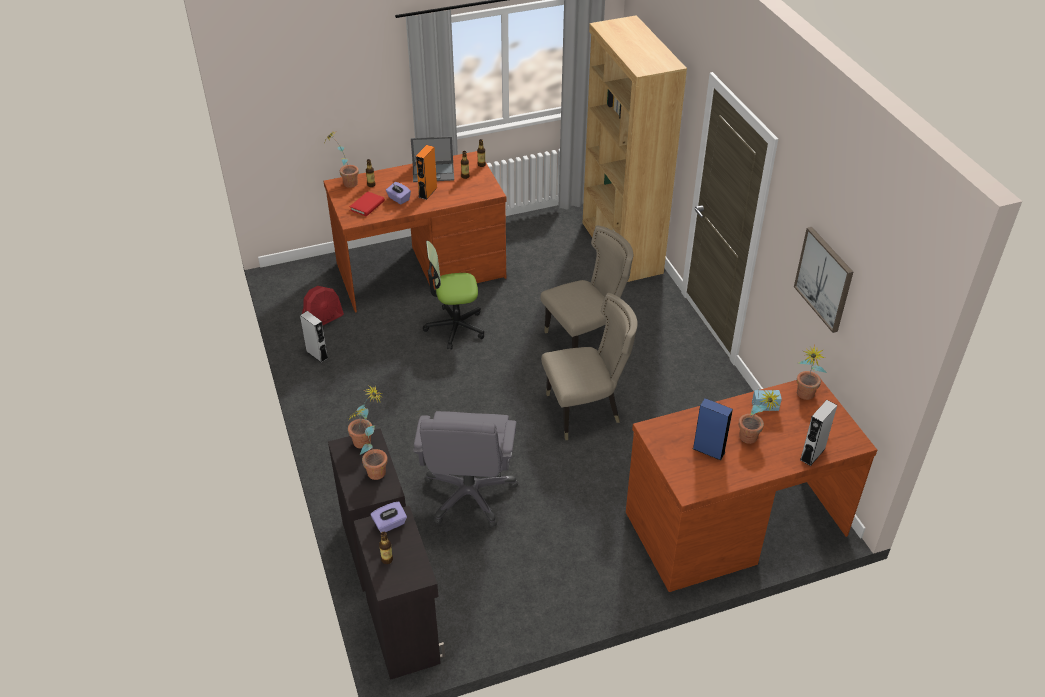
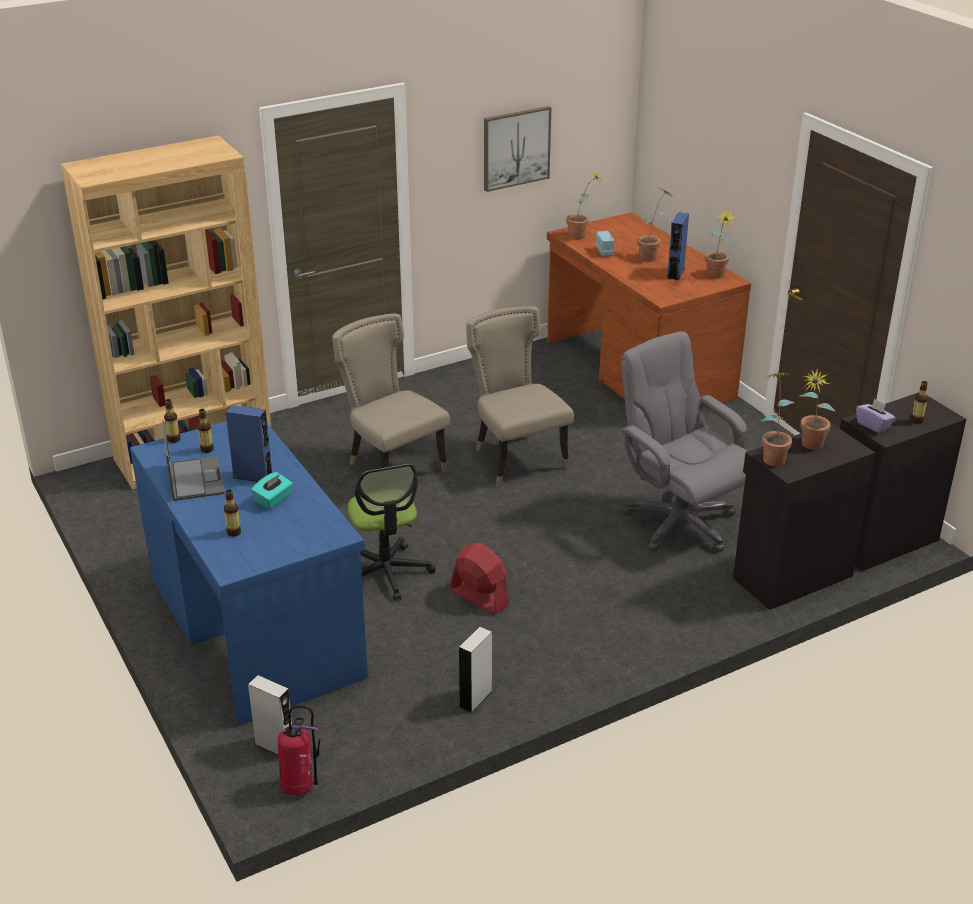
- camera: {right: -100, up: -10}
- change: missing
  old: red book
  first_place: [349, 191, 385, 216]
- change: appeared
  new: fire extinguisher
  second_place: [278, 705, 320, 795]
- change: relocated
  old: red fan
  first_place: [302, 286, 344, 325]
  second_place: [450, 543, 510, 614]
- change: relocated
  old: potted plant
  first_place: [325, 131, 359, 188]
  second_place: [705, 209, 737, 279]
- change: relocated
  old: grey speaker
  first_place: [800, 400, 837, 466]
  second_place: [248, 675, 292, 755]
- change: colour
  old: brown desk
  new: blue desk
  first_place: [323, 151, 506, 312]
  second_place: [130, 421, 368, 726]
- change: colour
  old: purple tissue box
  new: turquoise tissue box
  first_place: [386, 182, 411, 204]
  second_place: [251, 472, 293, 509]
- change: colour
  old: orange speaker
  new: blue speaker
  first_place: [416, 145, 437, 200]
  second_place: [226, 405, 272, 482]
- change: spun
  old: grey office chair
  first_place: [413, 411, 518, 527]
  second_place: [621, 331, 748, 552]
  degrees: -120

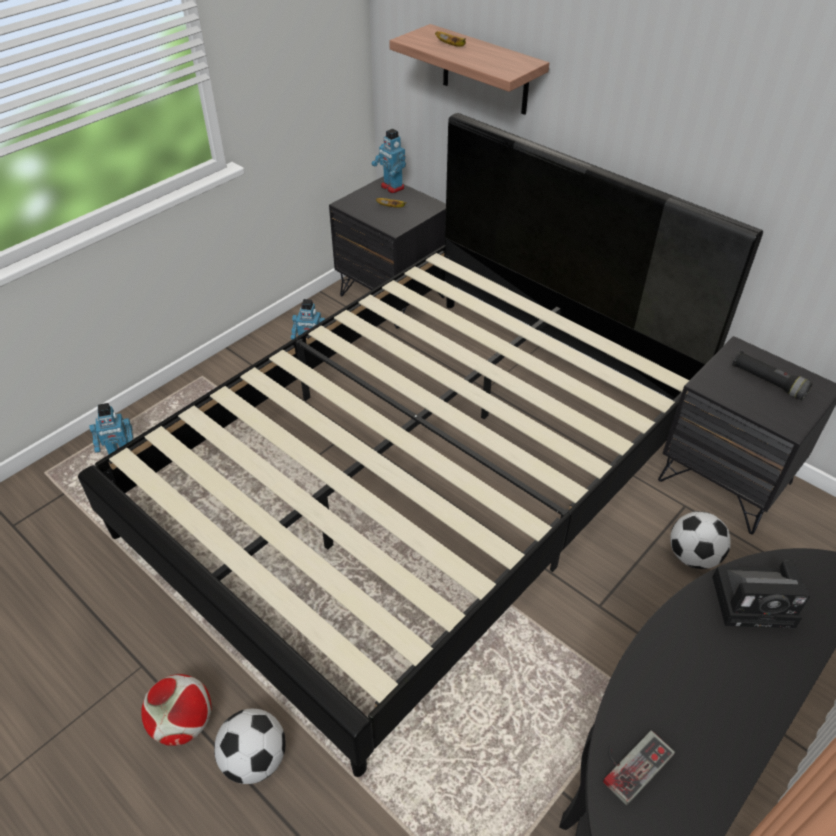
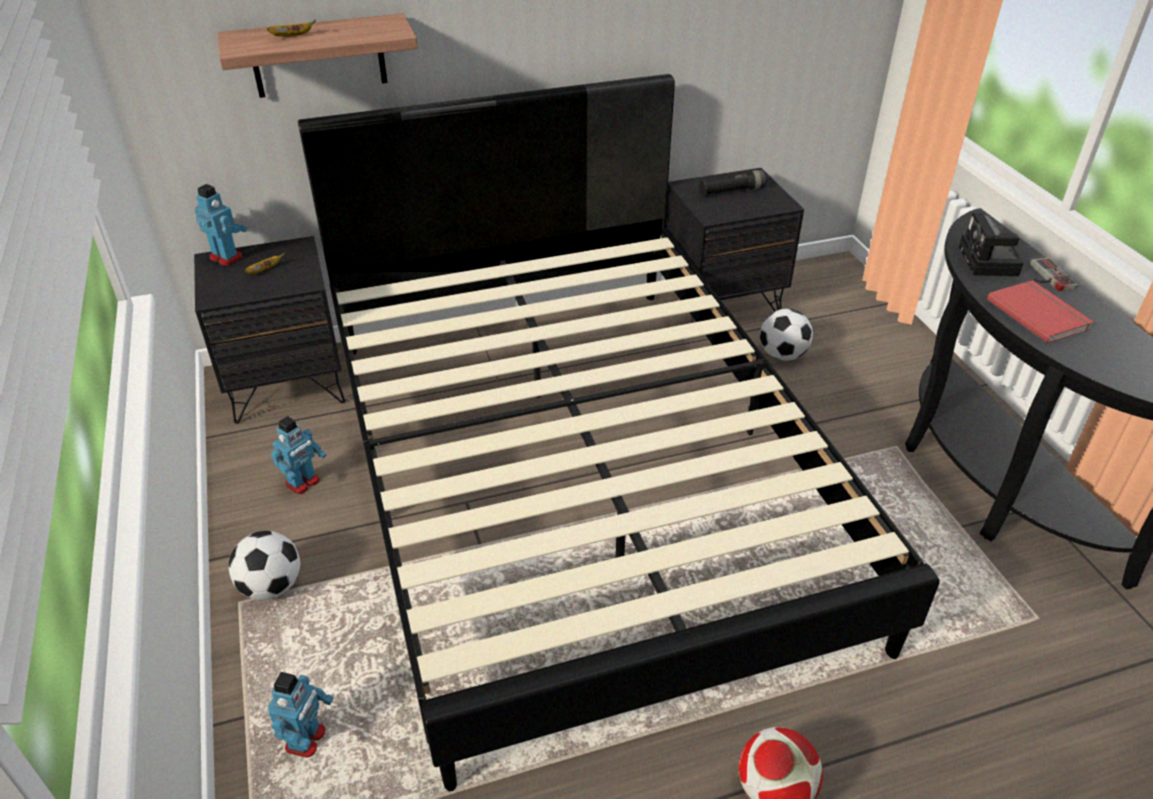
- camera: {right: -60, up: -5}
- change: appeared
  new: red book
  second_place: [987, 280, 1094, 343]
- change: relocated
  old: football
  first_place: [214, 709, 285, 784]
  second_place: [228, 531, 300, 600]
- change: relocated
  old: game controller
  first_place: [603, 731, 675, 805]
  second_place: [1030, 258, 1078, 291]
- change: spun
  old: toy robot
  first_place: [372, 129, 406, 193]
  second_place: [194, 184, 247, 266]
  degrees: -135
- change: spun
  old: photo camera
  first_place: [712, 560, 810, 628]
  second_place: [959, 213, 1023, 276]
  degrees: 150

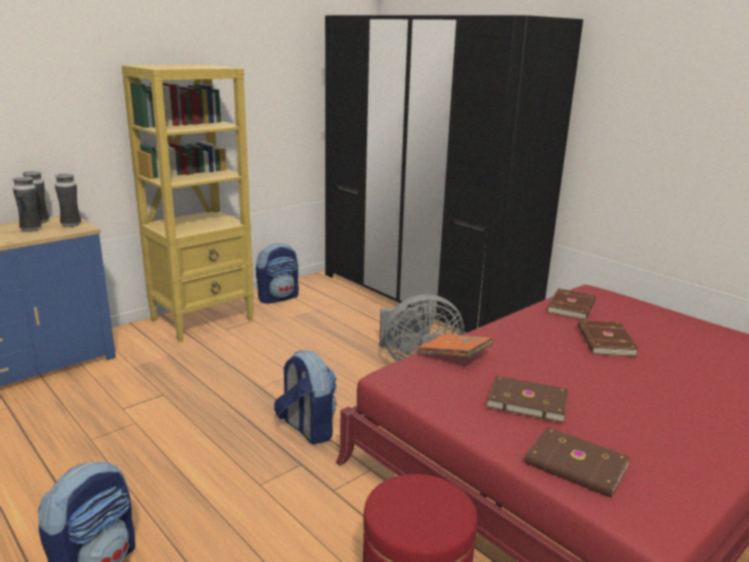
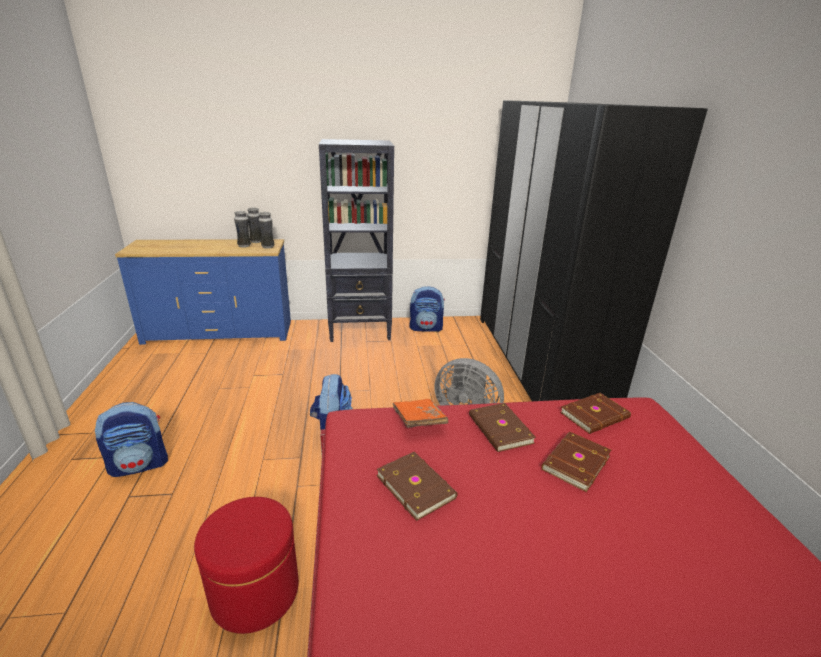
- camera: {right: 35, up: 5}
- change: relocated
  old: brown book
  first_place: [525, 427, 630, 498]
  second_place: [469, 403, 536, 452]
- change: colour
  old: yellow bookcase
  new: black bookcase
  first_place: [121, 65, 254, 342]
  second_place: [319, 139, 394, 342]

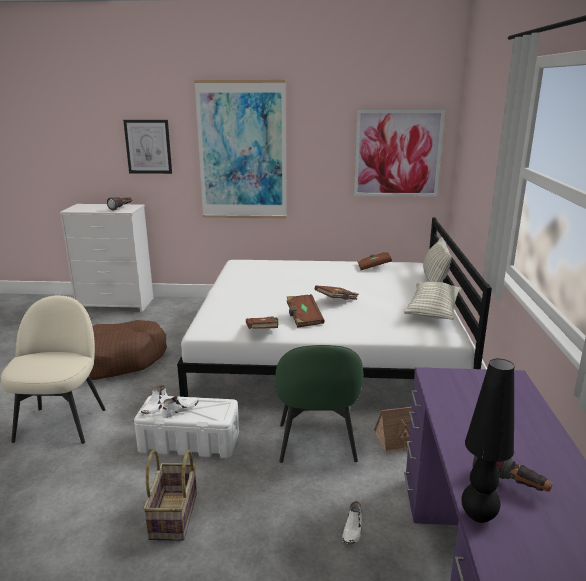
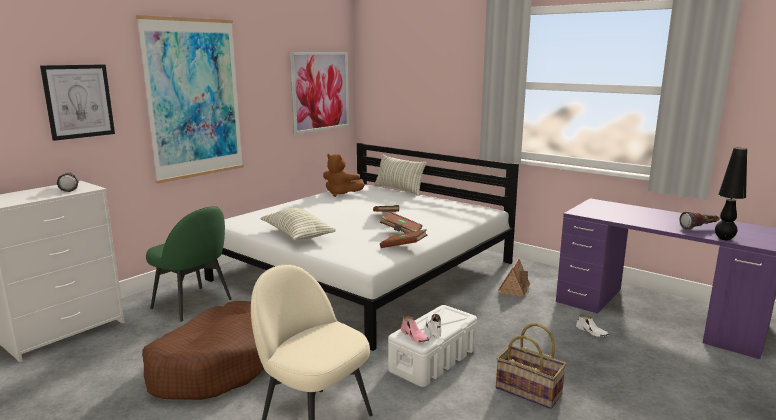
- camera: {right: -55, up: -5}
- change: relocated
  old: green chair
  first_place: [275, 345, 363, 463]
  second_place: [146, 206, 232, 322]
- change: relocated
  old: pillow
  first_place: [404, 282, 461, 320]
  second_place: [261, 208, 336, 240]
- change: exchanged
  old: brown book
  new: brown plush toy
  first_place: [357, 251, 392, 270]
  second_place: [323, 154, 364, 197]
- change: colour
  old: white shoe
  new: pink shoe
  first_place: [141, 386, 168, 414]
  second_place: [401, 316, 429, 343]

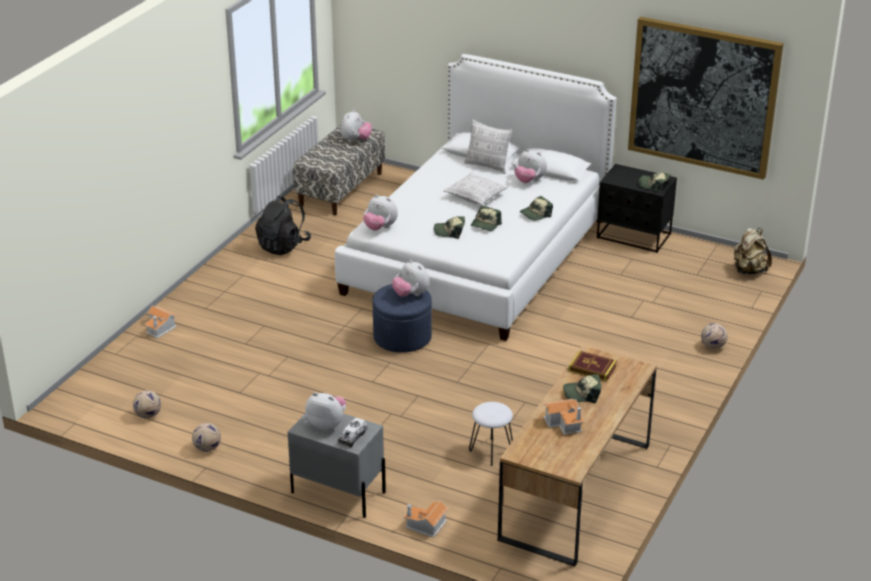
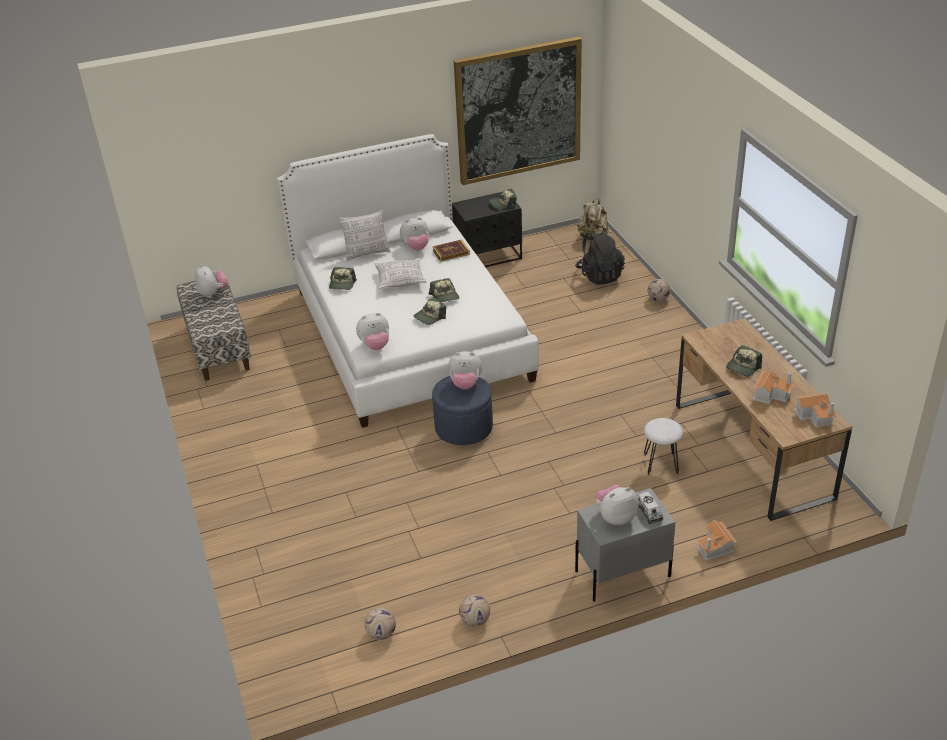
- camera: {right: -45, up: 5}
- change: relocated
  old: toy house
  first_place: [144, 305, 177, 338]
  second_place: [794, 393, 837, 428]
- change: relocated
  old: black backpack
  first_place: [255, 195, 311, 255]
  second_place: [575, 229, 625, 285]
- change: relocated
  old: cap
  first_place: [520, 196, 553, 221]
  second_place: [329, 267, 357, 290]
- change: relocated
  old: book
  first_place: [568, 351, 617, 381]
  second_place: [433, 240, 470, 262]

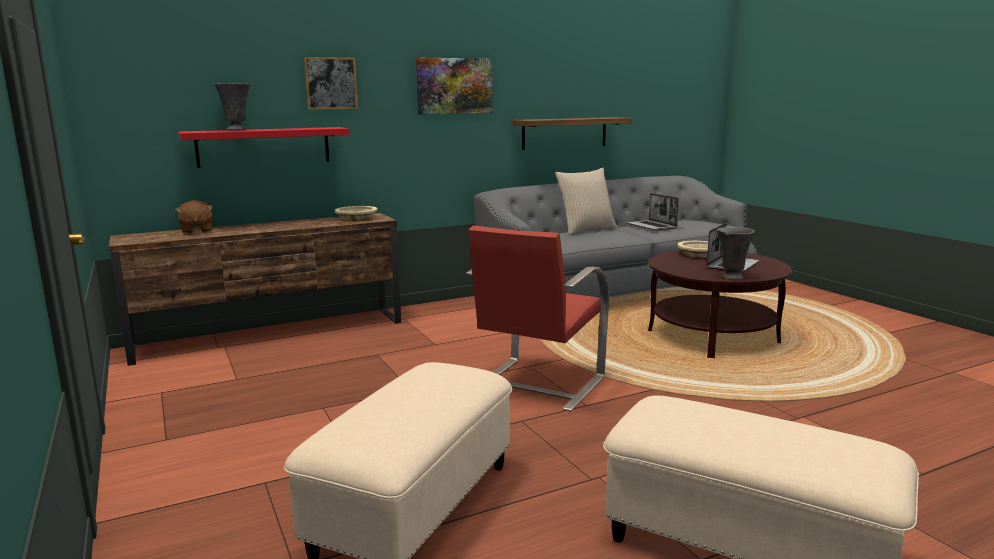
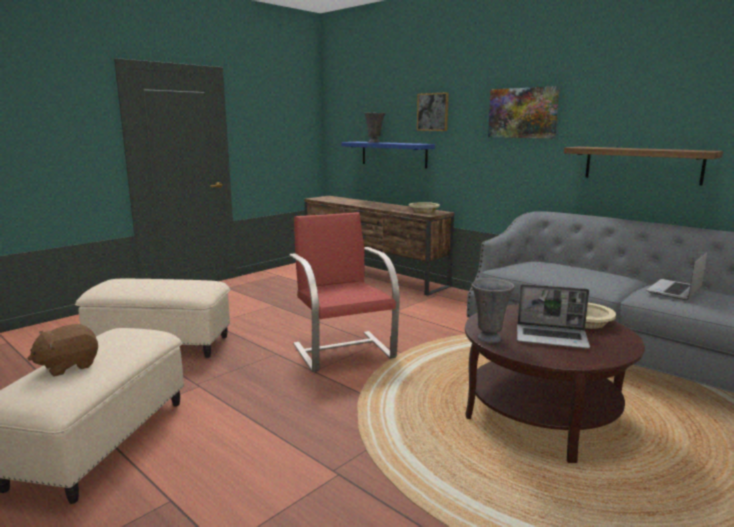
- camera: {right: 70, up: 0}
- change: missing
  old: beige pillow
  first_place: [555, 168, 617, 235]
- change: relocated
  old: brown plush toy
  first_place: [175, 200, 213, 234]
  second_place: [27, 324, 98, 377]
- change: colour
  old: red shelf
  new: blue shelf
  first_place: [178, 127, 349, 168]
  second_place: [341, 142, 435, 168]
- change: spun
  old: red armchair
  first_place: [466, 225, 609, 412]
  second_place: [289, 212, 400, 372]
  degrees: 60

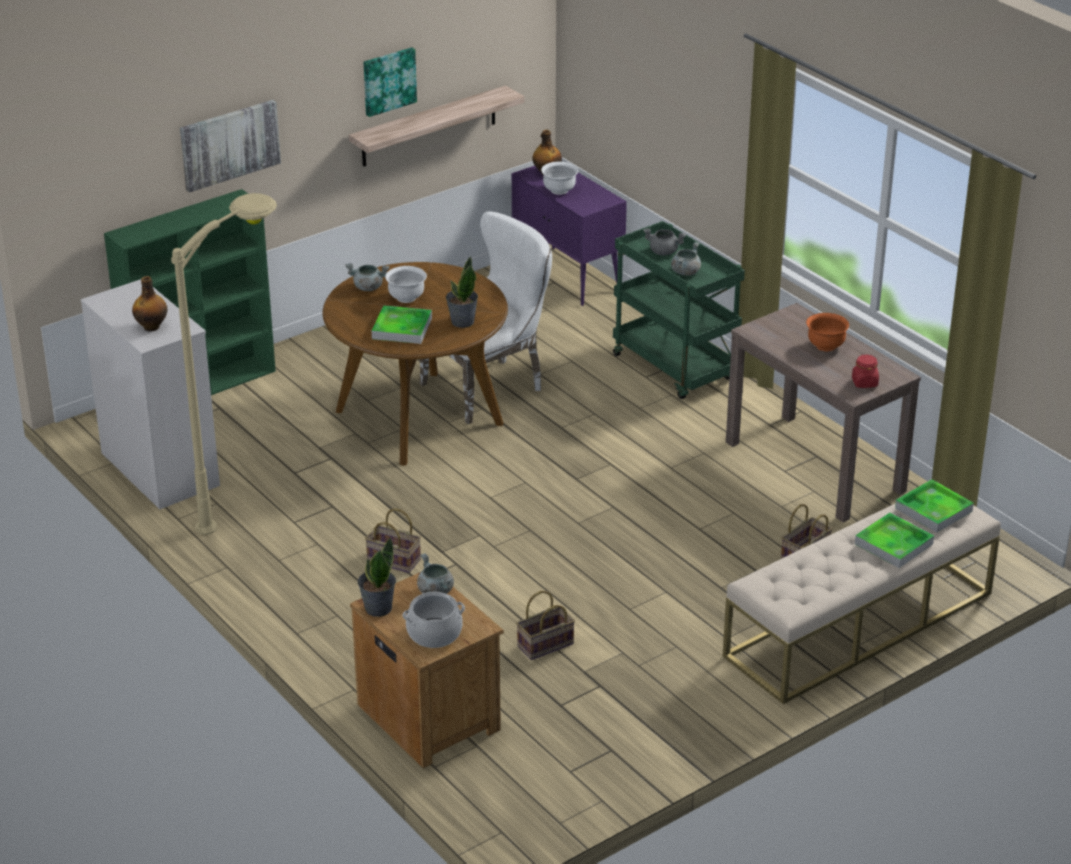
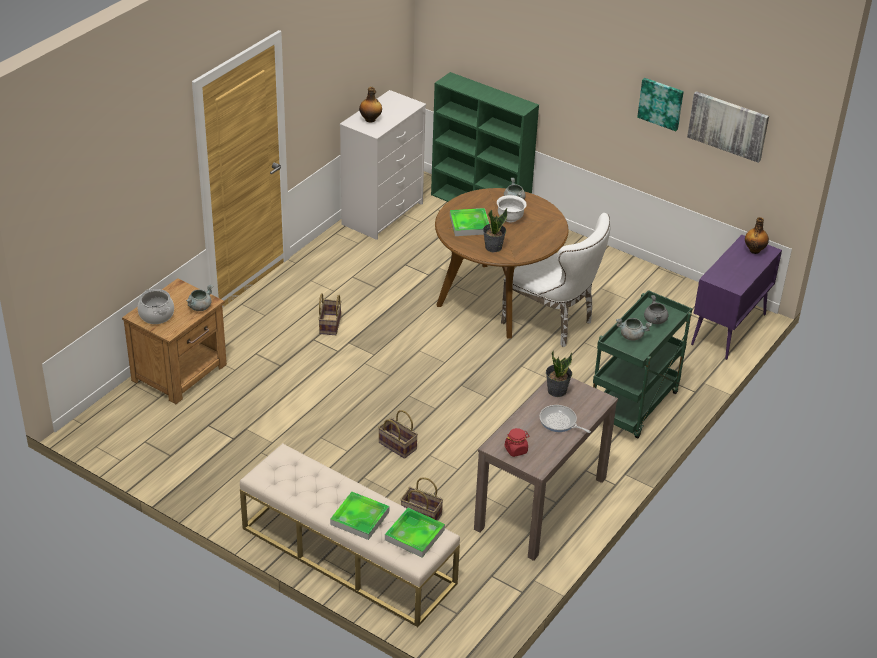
- camera: {right: 70, up: 5}
- change: missing
  old: beige floor lamp
  first_place: [171, 193, 277, 535]
- change: missing
  old: shelf
  first_place: [349, 85, 525, 167]
- change: missing
  old: white bowl
  first_place: [541, 162, 579, 195]
- change: relocated
  old: picture
  first_place: [180, 100, 281, 192]
  second_place: [687, 91, 769, 163]
- change: relocated
  old: potted plant
  first_place: [358, 537, 396, 617]
  second_place: [546, 351, 572, 397]
- change: relocated
  old: basket
  first_place: [517, 591, 575, 660]
  second_place: [378, 410, 418, 459]
- change: exchanged
  old: orange bowl
  new: frying pan
  first_place: [806, 313, 849, 351]
  second_place: [539, 405, 591, 433]

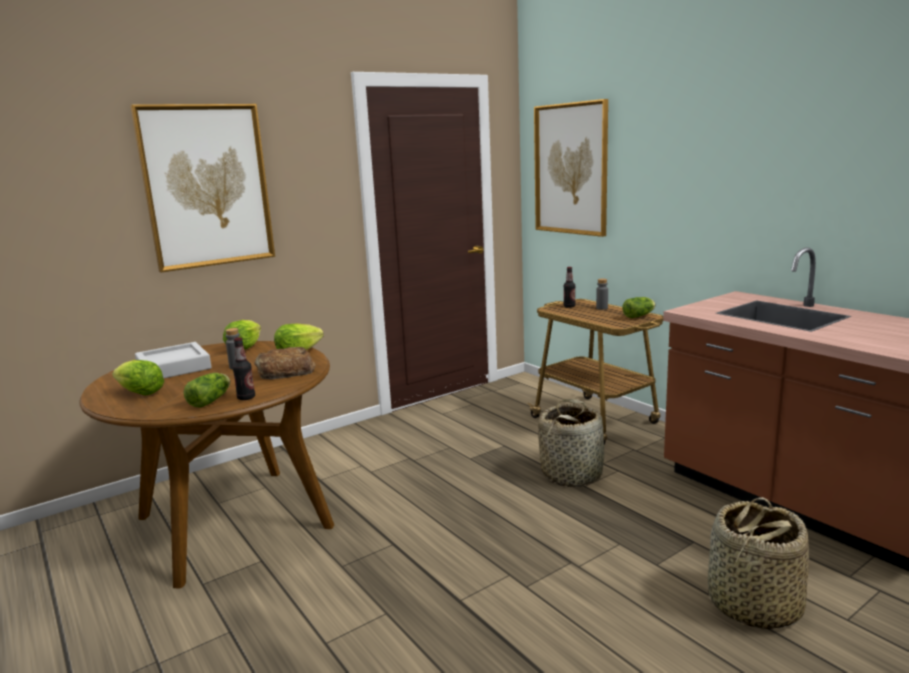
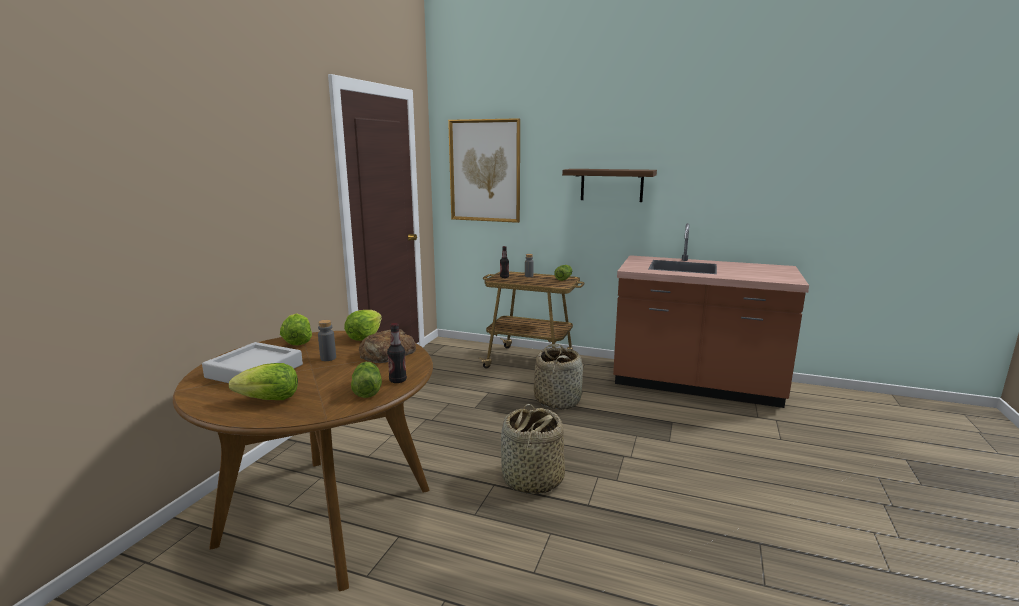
- camera: {right: -35, up: 0}
- change: missing
  old: picture
  first_place: [130, 104, 275, 272]
- change: appeared
  new: shelf
  second_place: [562, 169, 657, 202]
- change: relocated
  old: basket
  first_place: [708, 497, 809, 629]
  second_place: [501, 404, 565, 494]

